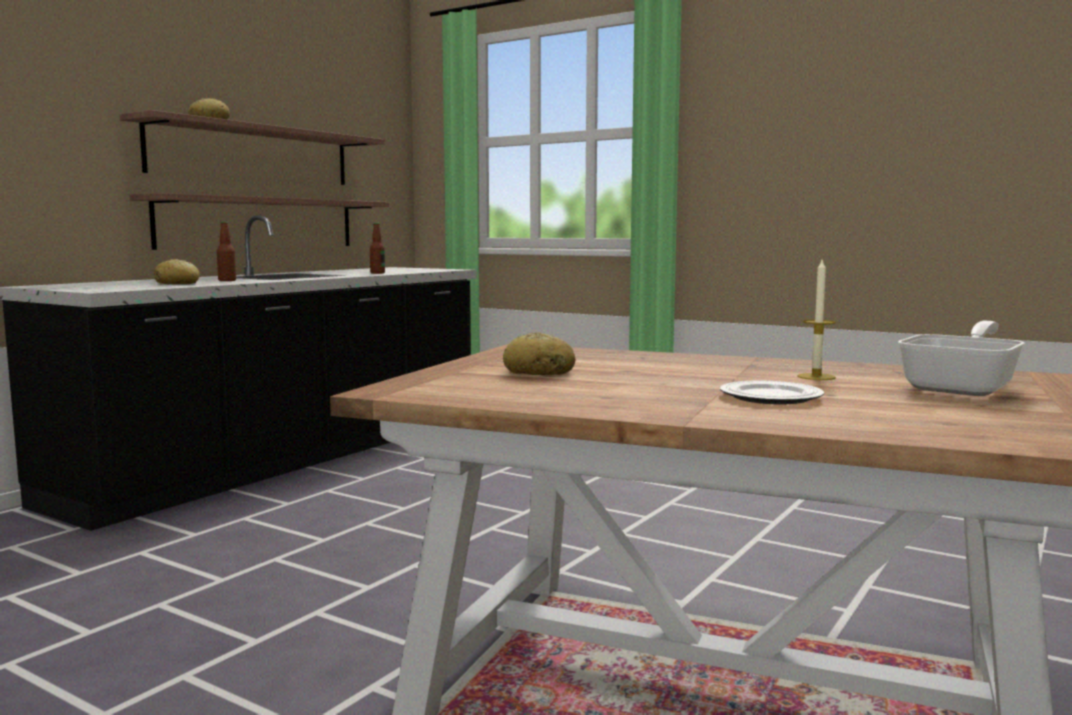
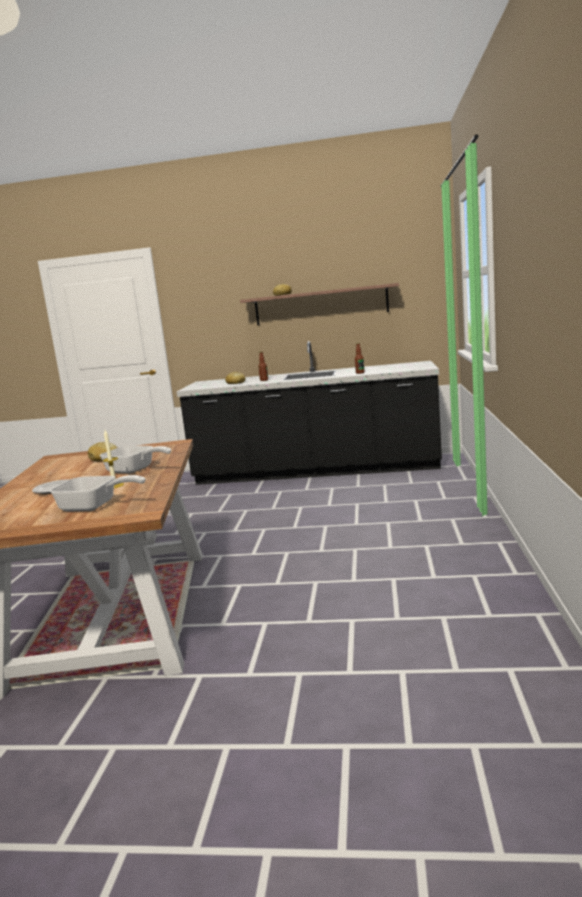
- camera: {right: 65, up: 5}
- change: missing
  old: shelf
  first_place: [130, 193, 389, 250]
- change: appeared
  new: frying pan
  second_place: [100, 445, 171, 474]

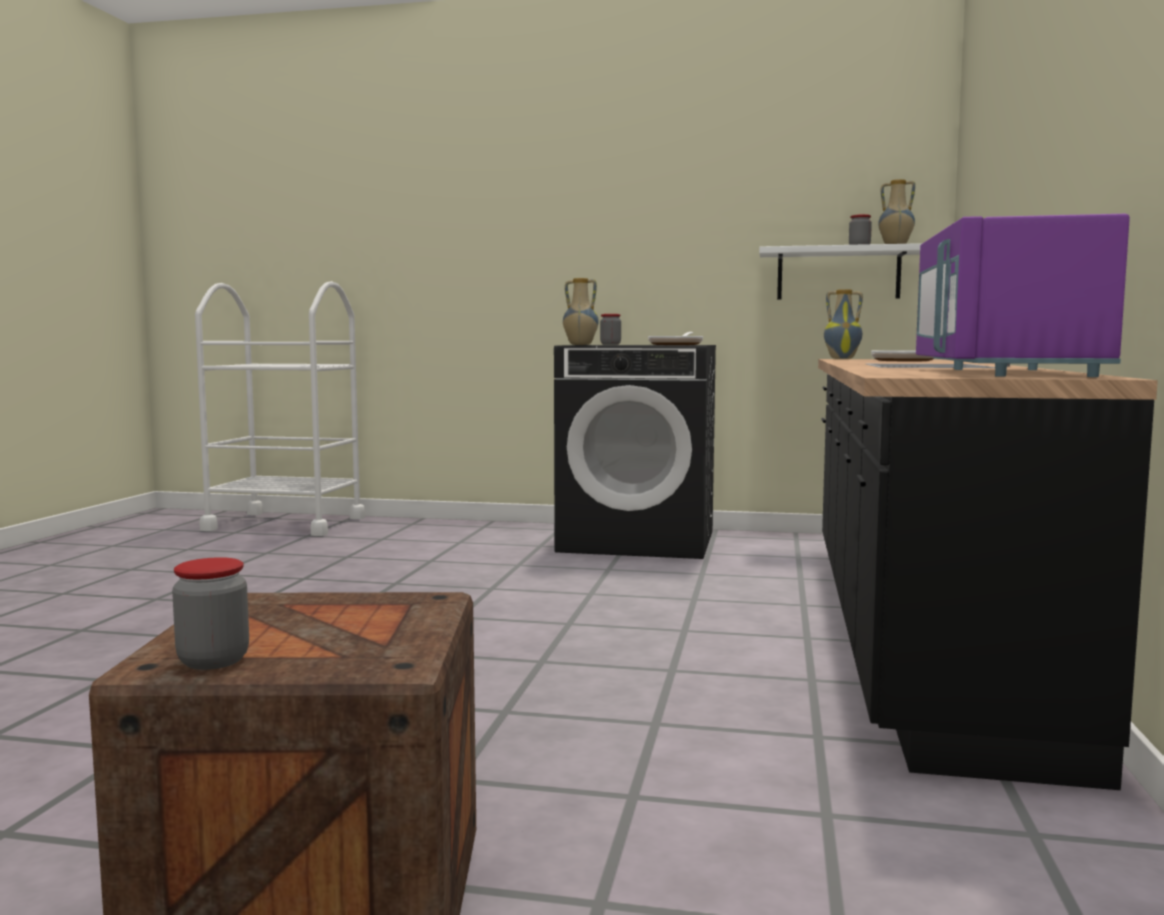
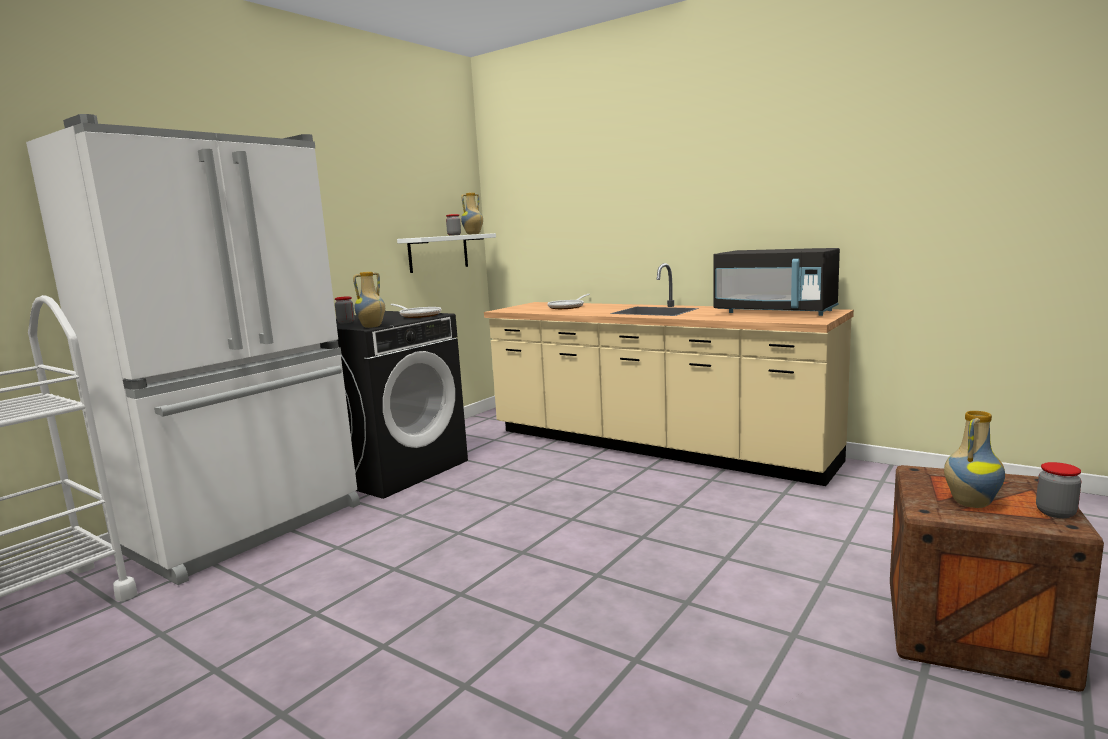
- camera: {right: -65, up: 5}
- change: appeared
  new: white fridge
  second_place: [26, 114, 360, 585]
- change: relocated
  old: vase
  first_place: [824, 289, 863, 359]
  second_place: [944, 411, 1005, 508]
- change: colour
  old: black counter
  new: beige counter
  first_place: [818, 359, 1158, 790]
  second_place: [484, 263, 854, 486]
- change: colour
  old: purple microwave
  new: black microwave
  first_place: [916, 214, 1130, 377]
  second_place: [713, 248, 840, 316]

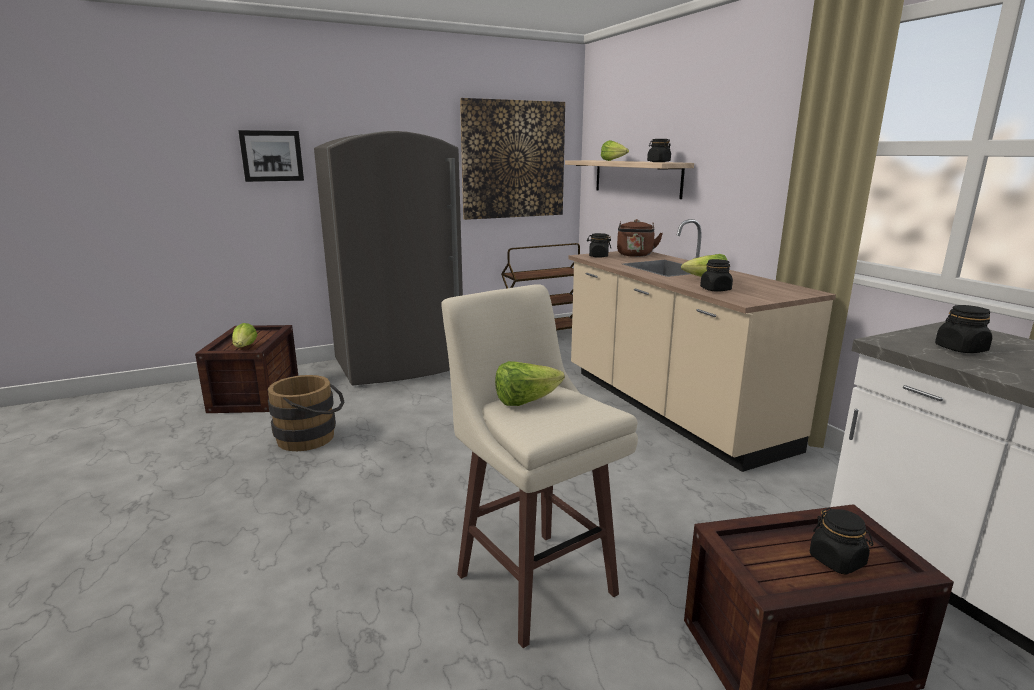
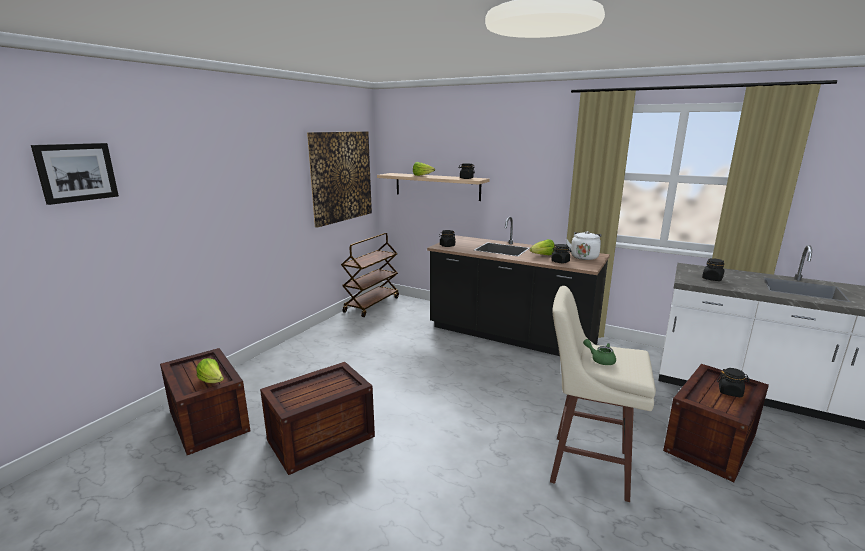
- camera: {right: -35, up: 0}
- change: missing
  old: grey fridge
  first_place: [314, 131, 463, 385]
- change: missing
  old: brown kettle
  first_place: [617, 219, 663, 257]
- change: appeared
  new: white kettle
  second_place: [566, 231, 602, 260]
- change: relocated
  old: picture
  first_place: [238, 130, 304, 182]
  second_place: [31, 143, 119, 205]
- change: exchanged
  old: brown bucket
  new: crate
  first_place: [268, 375, 345, 451]
  second_place: [260, 362, 375, 475]
- change: exchanged
  old: lettuce
  new: green teapot
  first_place: [495, 361, 565, 406]
  second_place: [583, 339, 616, 365]
- change: colour
  old: beige counter
  new: black counter
  first_place: [568, 219, 836, 472]
  second_place: [427, 217, 610, 356]

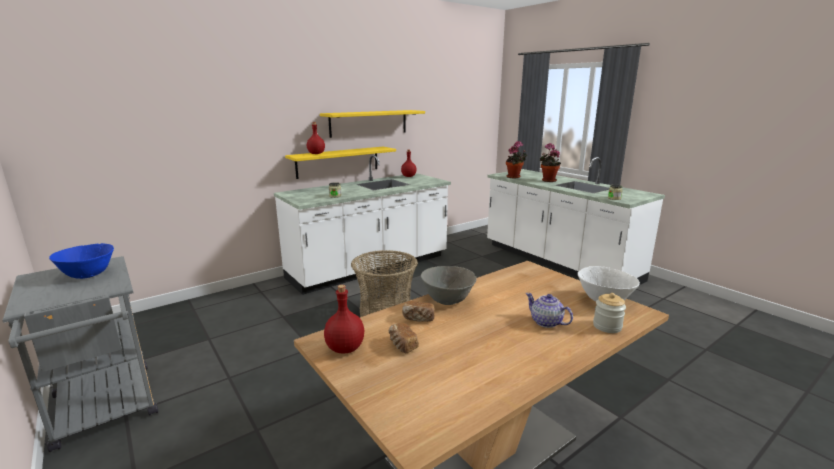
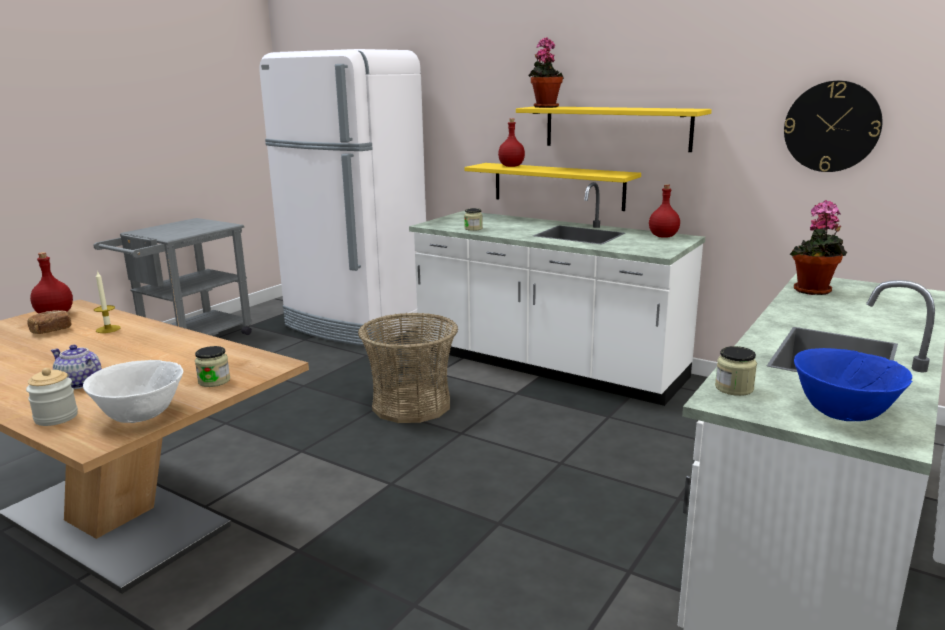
- camera: {right: 70, up: 0}
- change: missing
  old: grey bowl
  first_place: [421, 266, 477, 305]
- change: appeared
  new: jar
  second_place: [195, 346, 230, 387]
- change: appeared
  new: white fridge
  second_place: [259, 49, 426, 347]
- change: appeared
  new: wall clock
  second_place: [784, 81, 882, 172]
- change: relocated
  old: blue bowl
  first_place: [49, 243, 114, 279]
  second_place: [794, 348, 912, 421]
- change: relocated
  old: potted plant
  first_place: [539, 143, 561, 182]
  second_place: [528, 37, 564, 108]
- change: exchanged
  old: bread
  new: candle
  first_place: [402, 301, 435, 322]
  second_place: [94, 270, 121, 333]
- change: spun
  old: teapot
  first_place: [526, 293, 573, 328]
  second_place: [51, 345, 102, 389]
  degrees: -90

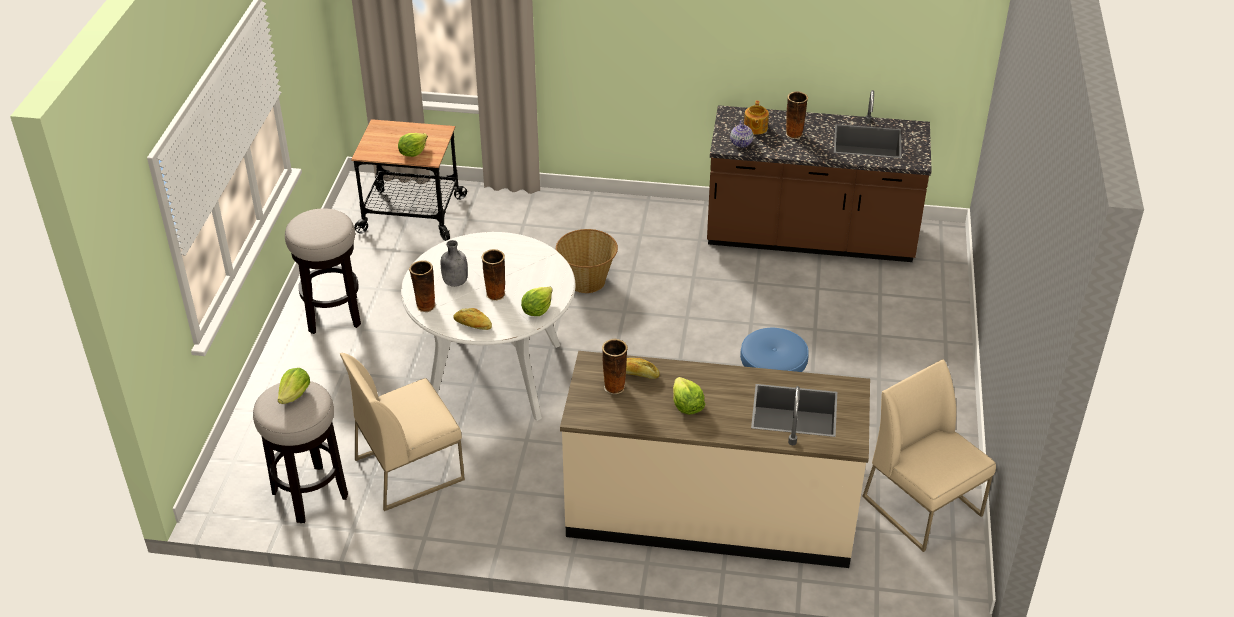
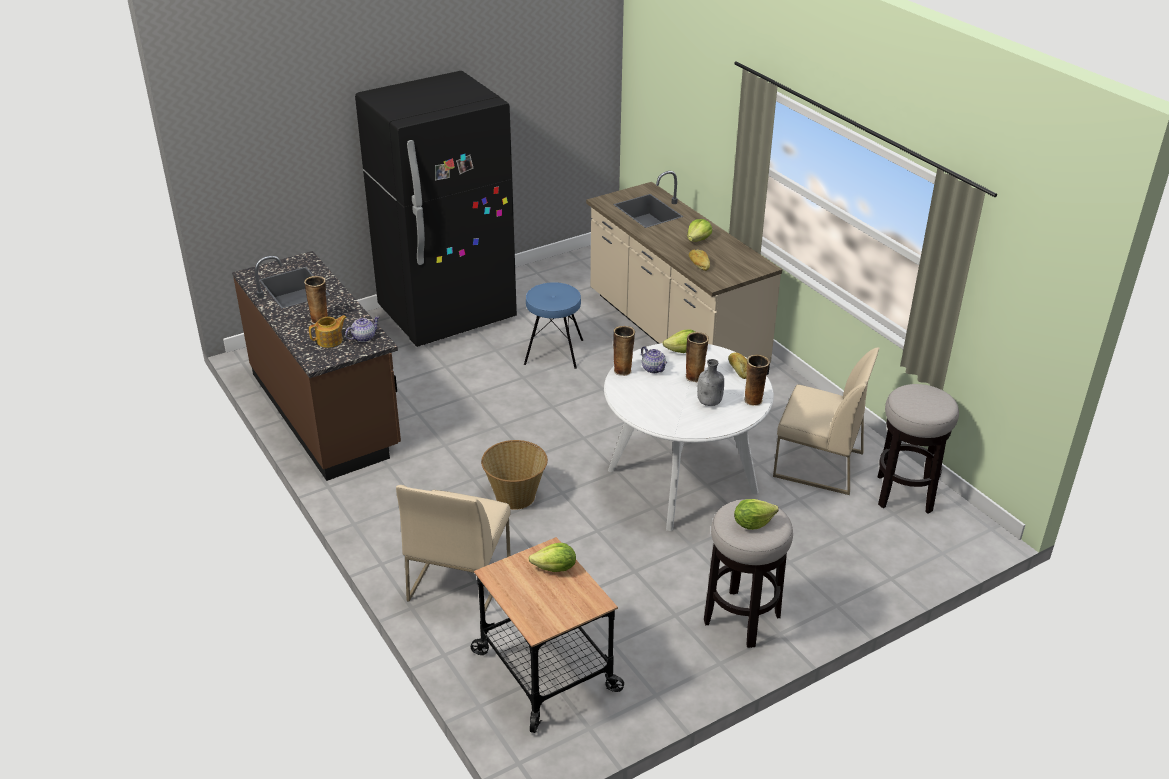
- camera: {right: -130, up: -5}
- change: appeared
  new: black fridge
  second_place: [355, 71, 517, 347]
- change: appeared
  new: teapot
  second_place: [641, 346, 667, 373]
- change: relocated
  old: lettuce
  first_place: [278, 368, 310, 404]
  second_place: [734, 499, 779, 530]
- change: relocated
  old: vase
  first_place: [602, 338, 628, 394]
  second_place: [613, 326, 635, 376]
- change: relocated
  old: beige chair
  first_place: [862, 359, 996, 552]
  second_place: [396, 485, 511, 612]

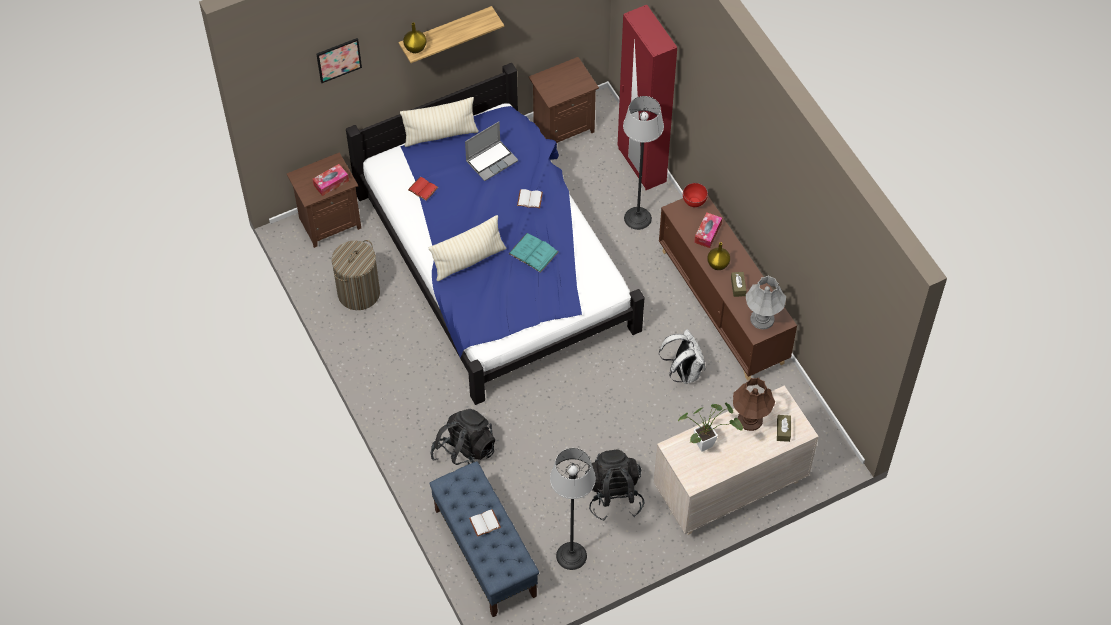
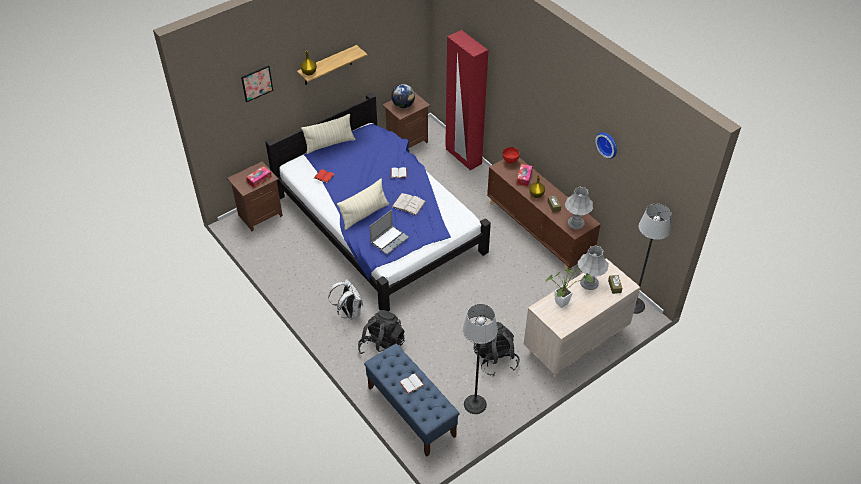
- camera: {right: -10, up: -10}
- change: missing
  old: laundry basket
  first_place: [332, 240, 380, 310]
- change: appeared
  new: globe
  second_place: [391, 84, 415, 108]
- change: appeared
  new: wall clock
  second_place: [595, 132, 617, 159]
- change: relocated
  old: laptop
  first_place: [465, 121, 518, 181]
  second_place: [369, 210, 409, 255]
- change: relocated
  old: floor lamp
  first_place: [623, 96, 664, 230]
  second_place: [634, 203, 671, 314]
- change: relocated
  old: white backpack
  first_place: [659, 329, 705, 384]
  second_place: [328, 279, 363, 320]
- change: colour
  old: turquoise book
  new: white book
  first_place: [509, 233, 558, 273]
  second_place: [392, 193, 426, 215]
- change: colour
  old: brown table lamp
  new: grey table lamp
  first_place: [733, 378, 775, 431]
  second_place: [578, 245, 609, 290]

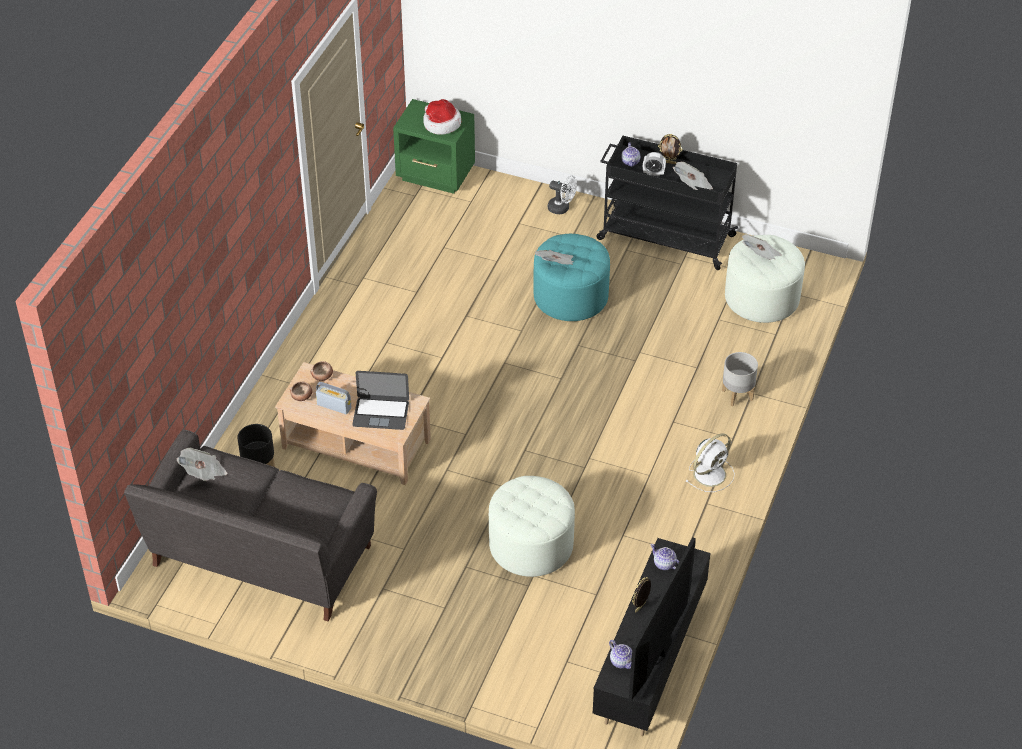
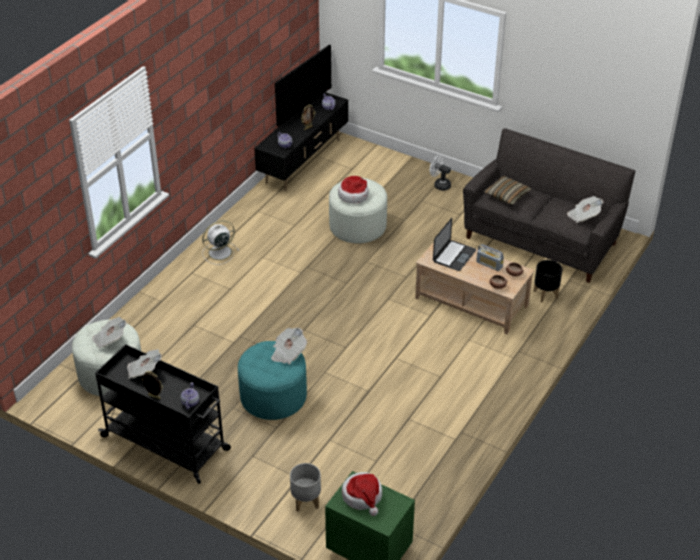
- camera: {right: -170, up: -5}
- change: missing
  old: alarm clock
  first_place: [643, 152, 666, 176]
- change: appeared
  new: hat
  second_place: [338, 176, 369, 203]
- change: appeared
  new: pillow
  second_place: [484, 176, 532, 205]
- change: relocated
  old: white fan
  first_place: [548, 175, 577, 214]
  second_place: [430, 156, 451, 191]
- change: relocated
  old: grey planter
  first_place: [722, 352, 758, 406]
  second_place: [290, 463, 321, 512]
- change: spun
  old: laptop
  first_place: [352, 371, 409, 430]
  second_place: [433, 218, 476, 271]
  degrees: 105

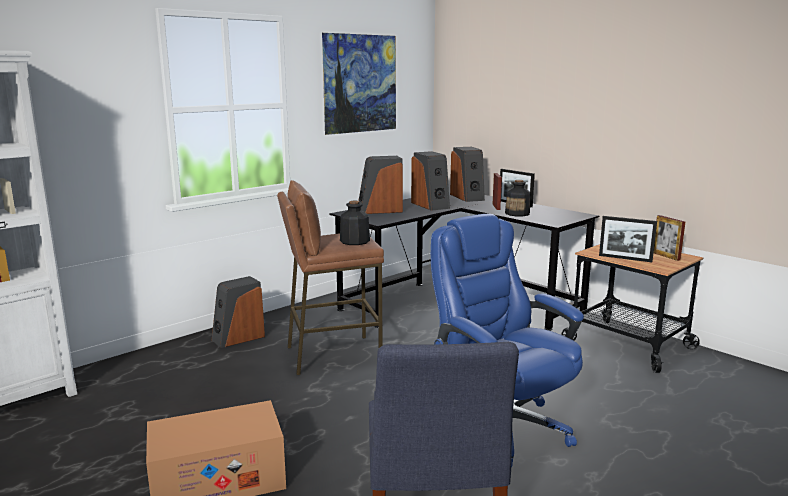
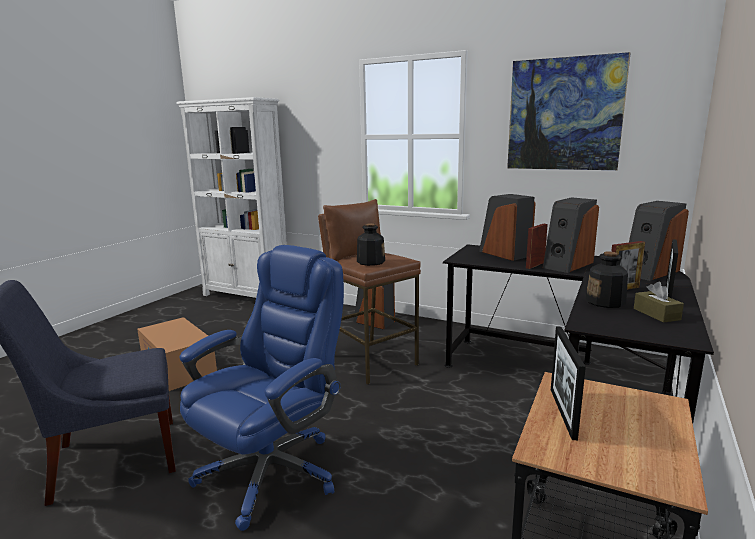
- camera: {right: 70, up: 0}
- change: appeared
  new: brown tissue box
  second_place: [634, 282, 684, 323]
- change: relocated
  old: picture frame
  first_place: [654, 215, 685, 261]
  second_place: [526, 224, 548, 269]

